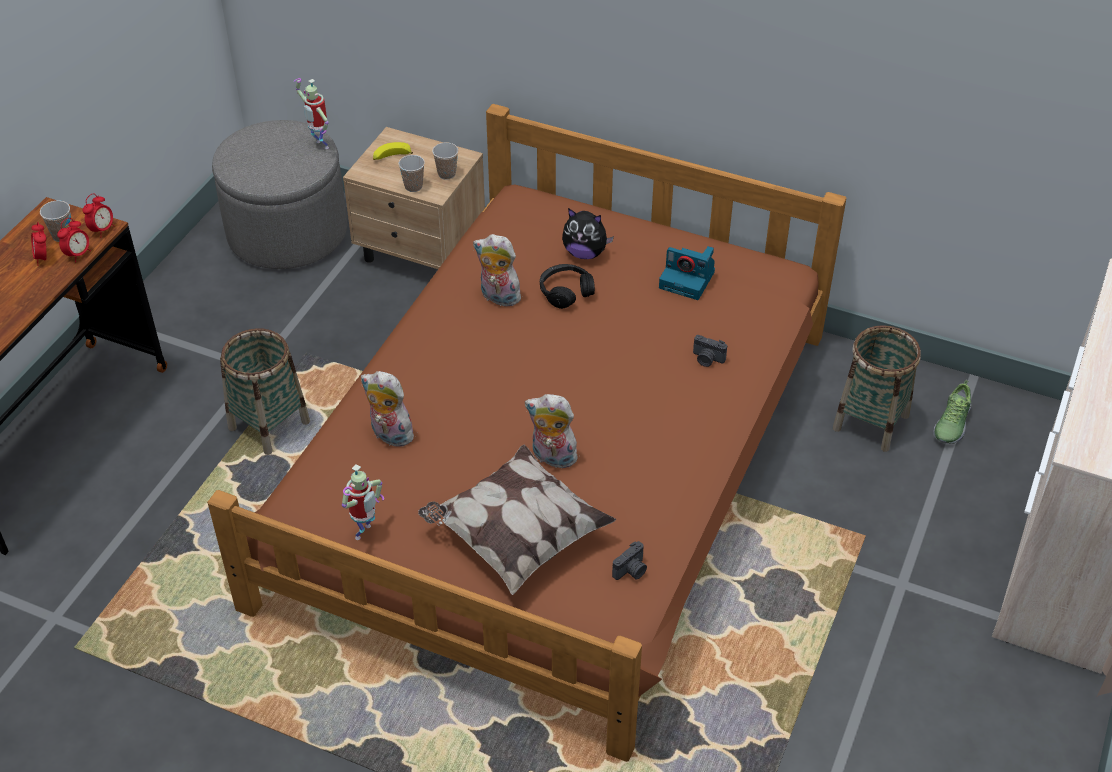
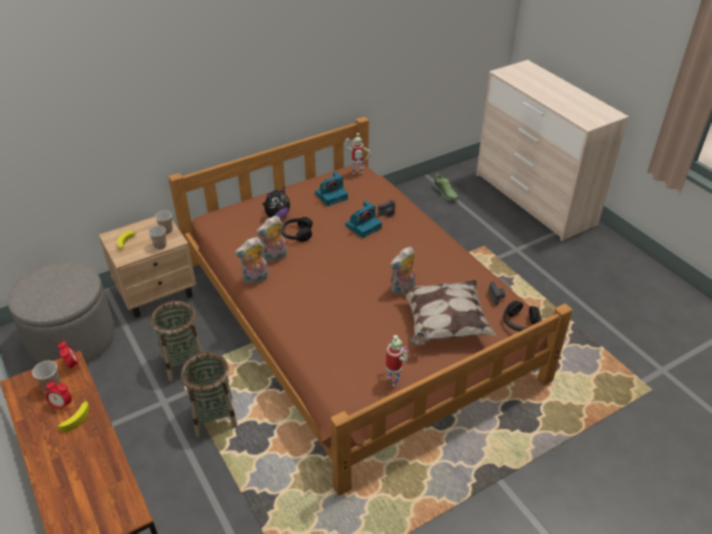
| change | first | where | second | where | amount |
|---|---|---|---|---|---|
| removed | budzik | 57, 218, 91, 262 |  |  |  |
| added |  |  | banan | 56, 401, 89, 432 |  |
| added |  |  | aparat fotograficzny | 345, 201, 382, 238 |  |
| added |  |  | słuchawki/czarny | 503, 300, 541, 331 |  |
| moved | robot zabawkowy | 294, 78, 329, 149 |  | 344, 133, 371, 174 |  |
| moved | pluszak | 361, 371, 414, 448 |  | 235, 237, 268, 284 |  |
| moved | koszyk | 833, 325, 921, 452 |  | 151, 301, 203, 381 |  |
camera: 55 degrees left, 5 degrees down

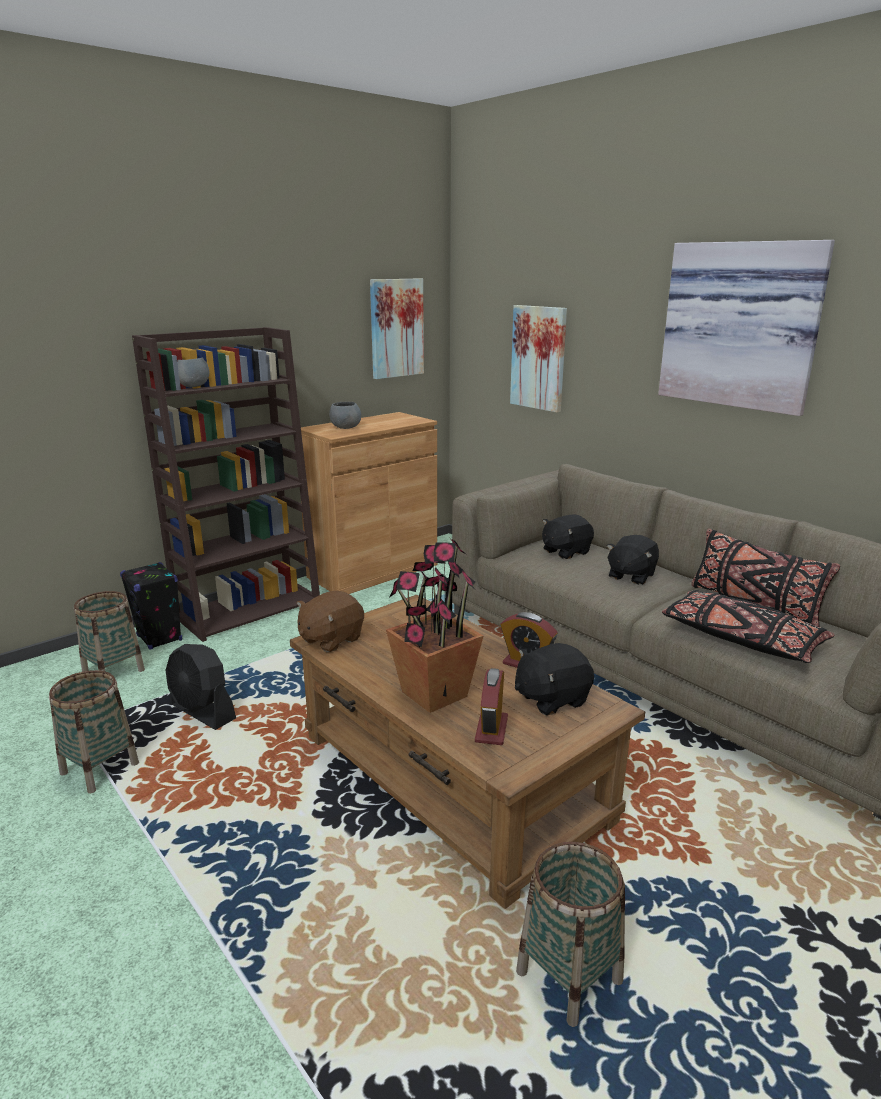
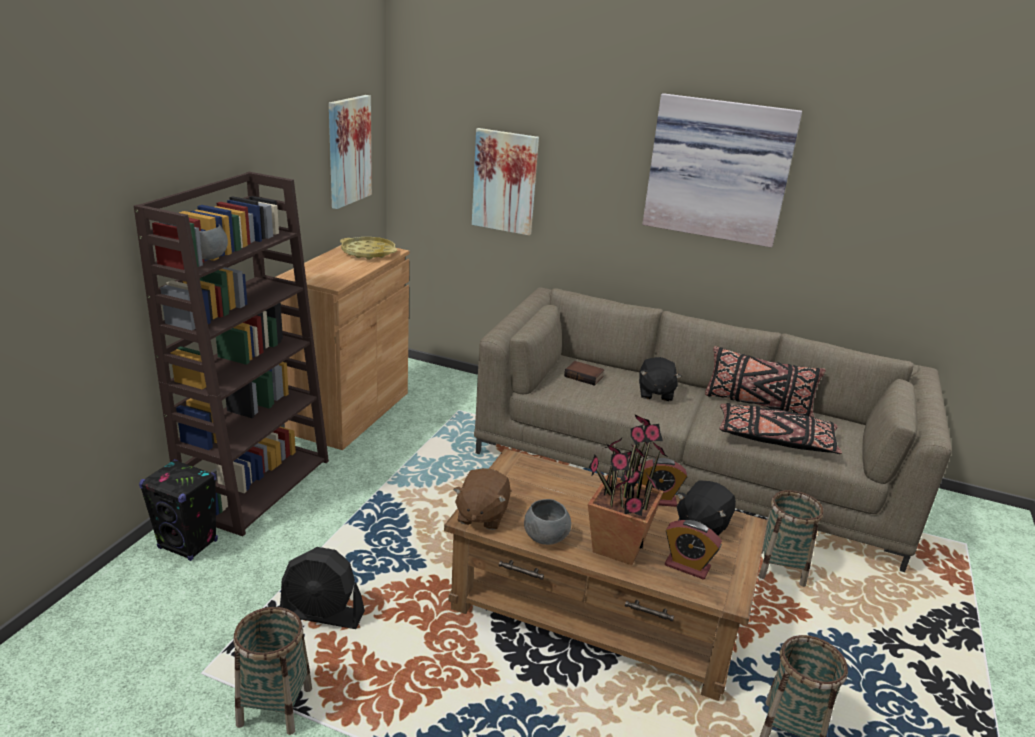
| change | first | where | second | where | amount |
|---|---|---|---|---|---|
| added |  |  | taca/żółty | 340, 237, 397, 260 |  |
| moved | koszyk | 74, 591, 145, 672 |  | 759, 490, 823, 587 |  |
| moved | miska/szary | 329, 402, 361, 429 |  | 524, 499, 571, 545 |  |
| replaced | pluszak/czarny | 542, 515, 594, 559 | książka | 564, 361, 605, 386 |  |
| turned | budzik | 475, 668, 508, 745 |  | 665, 520, 722, 580 | 45 degrees counterclockwise |
camera: 30 degrees left, 5 degrees up

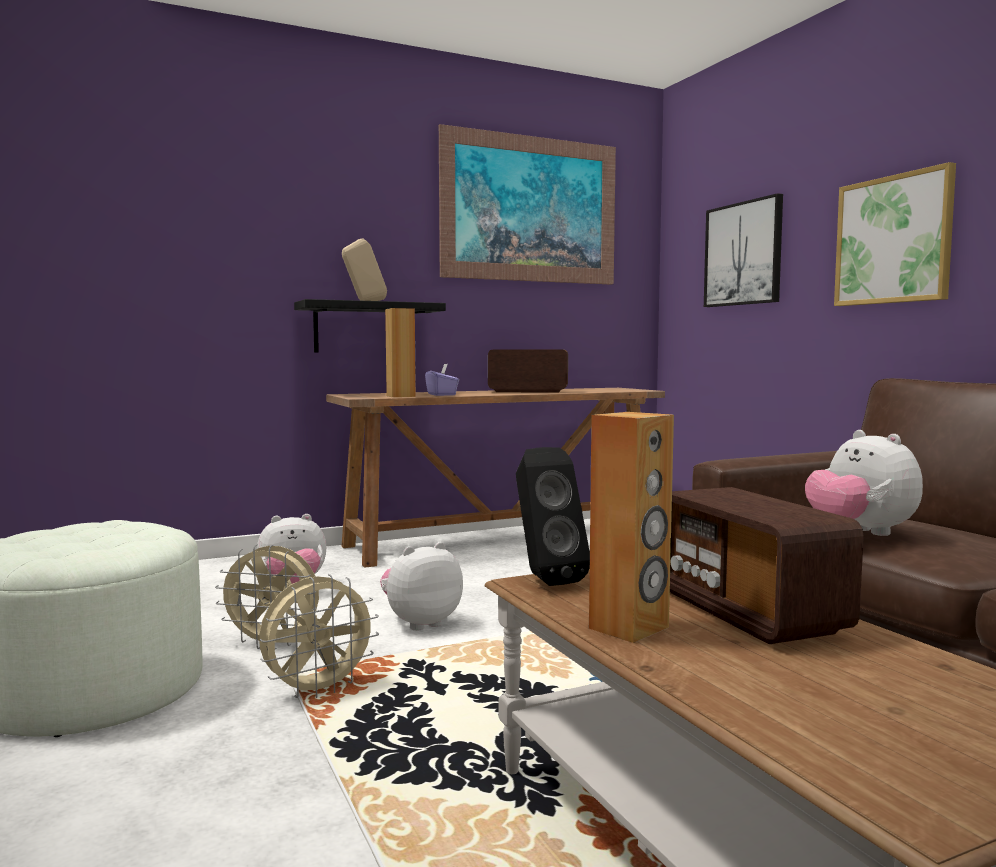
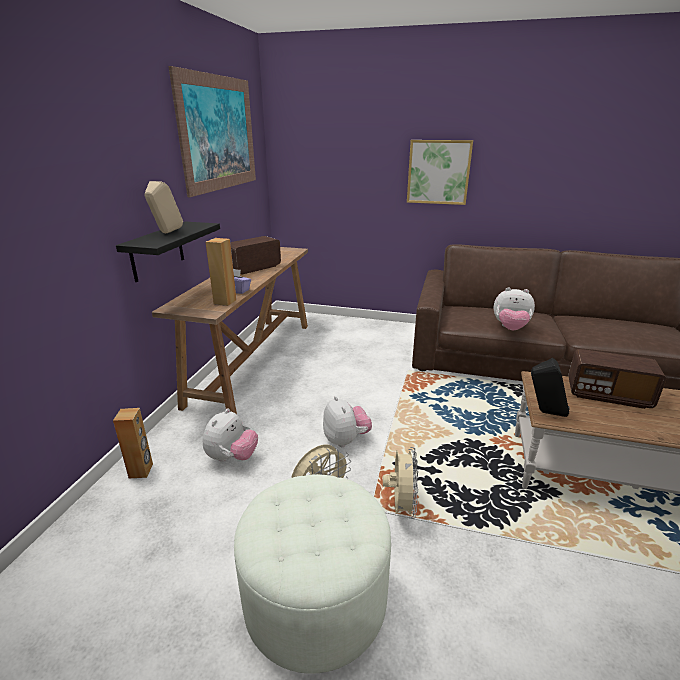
| change | first | where | second | where | amount |
|---|---|---|---|---|---|
| removed | obraz | 704, 193, 783, 307 |  |  |  |
| moved | głośnik/brązowy | 589, 412, 674, 643 |  | 113, 408, 153, 478 |  |
| turned | pluszak | 380, 542, 463, 631 |  | 323, 396, 372, 447 | 150 degrees clockwise |
camera: 50 degrees left, 20 degrees up

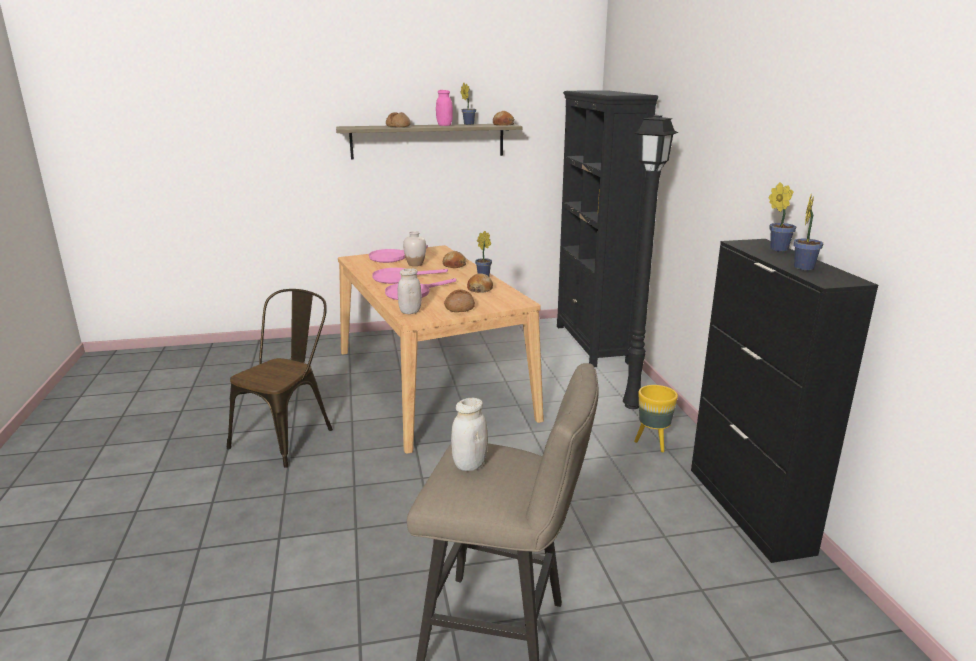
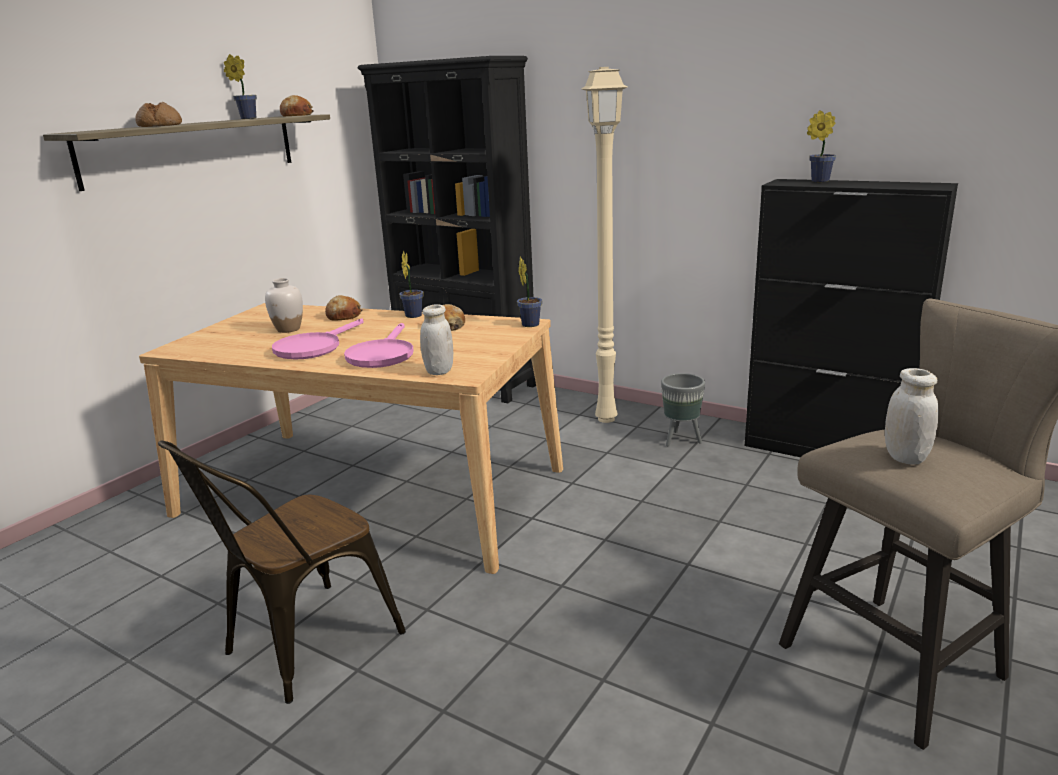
| change | first | where | second | where | amount |
|---|---|---|---|---|---|
| removed | patelnia/różowy | 369, 245, 428, 263 |  |  |  |
| removed | słoik/różowy | 436, 90, 453, 126 |  |  |  |
| removed | chleb | 444, 289, 475, 312 |  |  |  |
| moved | roślina doniczkowa | 794, 194, 823, 270 |  | 517, 256, 542, 327 |  |
| recoloured | lampa stojąca/czarny | 623, 115, 678, 409 | lampa stojąca/beżowy | 581, 67, 627, 423 |  |
| recoloured | donica/żółty | 634, 385, 678, 452 | donica/szary | 661, 373, 705, 446 |  |
| turned | krzesło/brązowy | 227, 289, 333, 468 |  | 158, 441, 406, 704 | 120 degrees counterclockwise |
camera: 45 degrees left, 0 degrees up

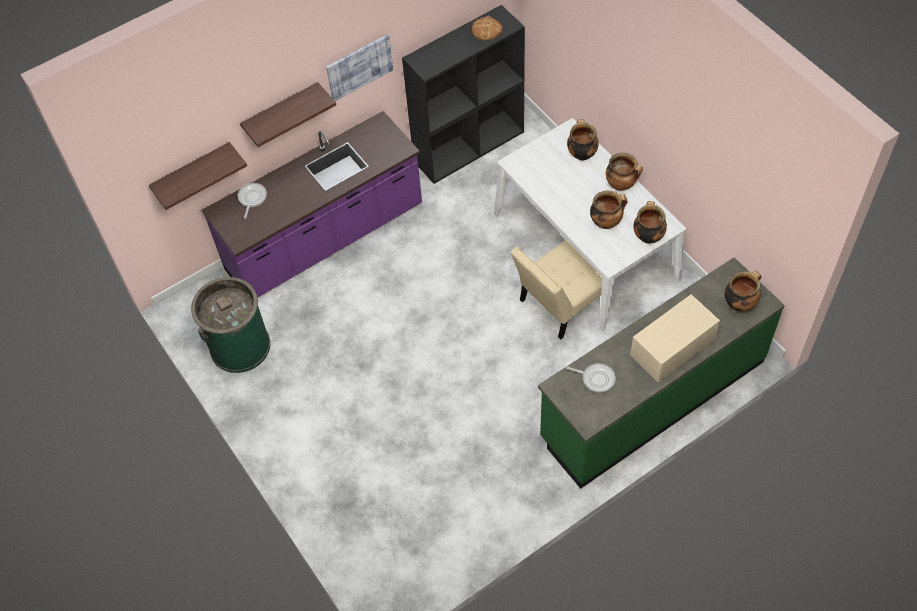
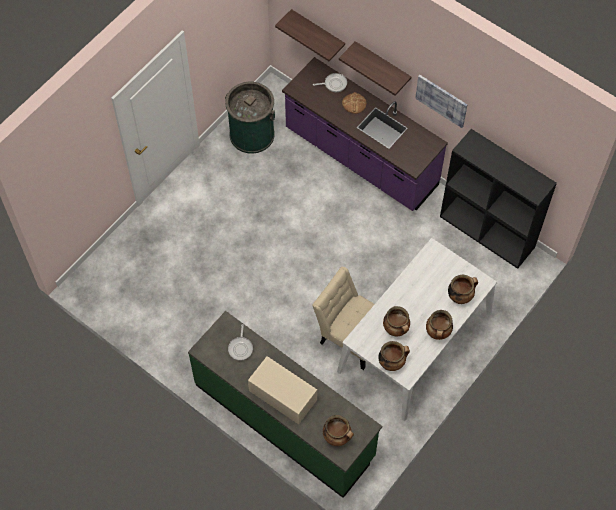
| change | first | where | second | where | amount |
|---|---|---|---|---|---|
| moved | chleb | 472, 16, 503, 40 |  | 342, 92, 366, 114 |  |
camera: 70 degrees right, 5 degrees up

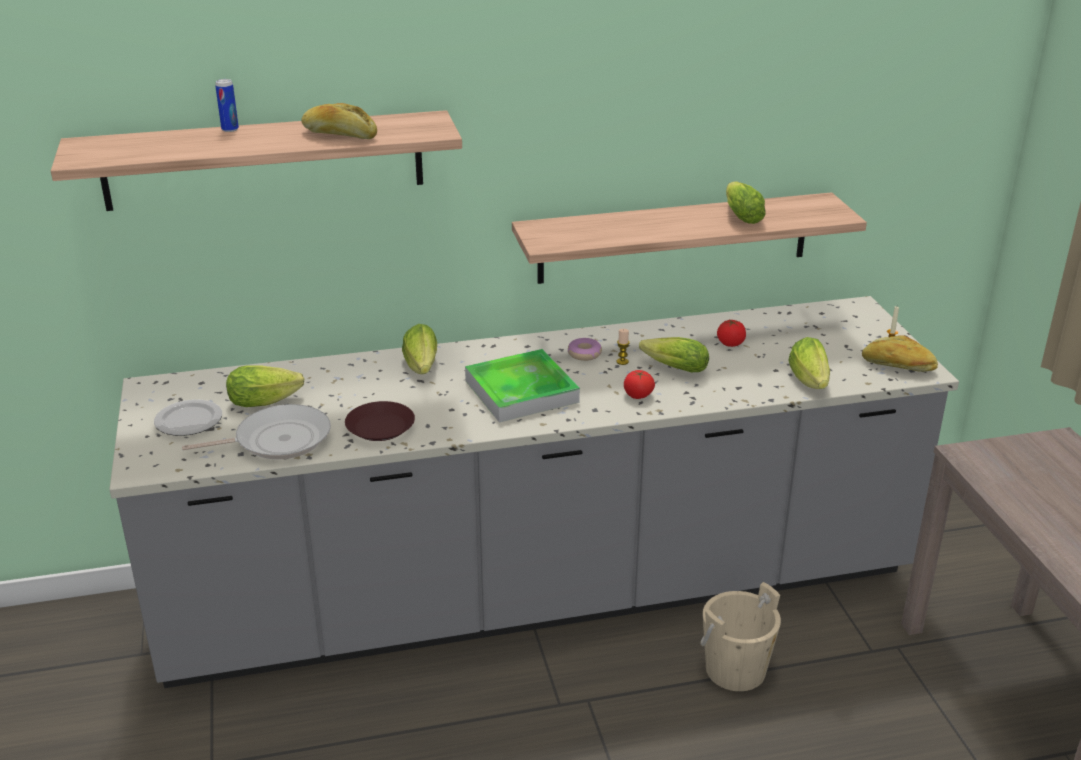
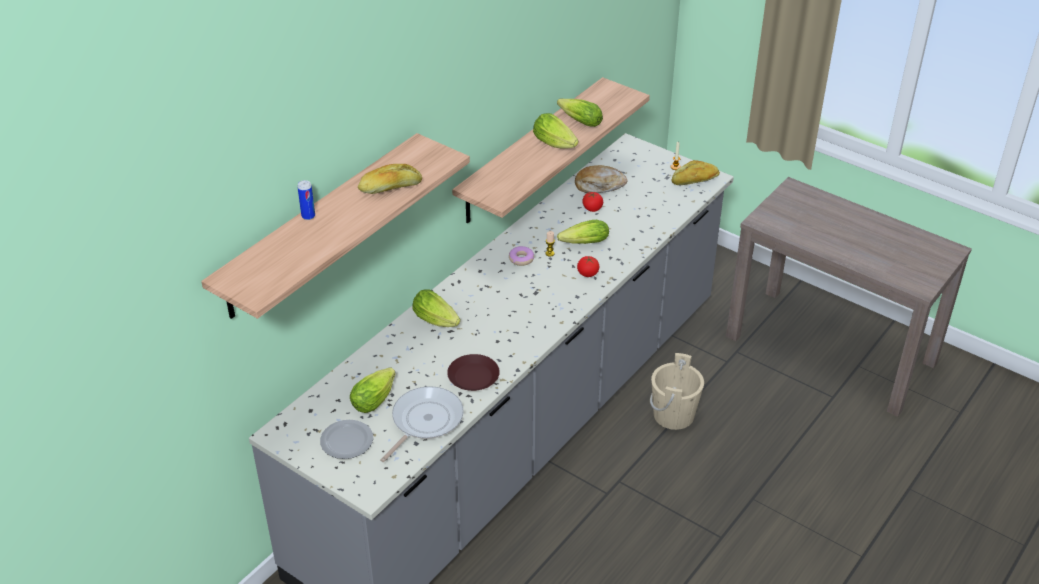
| change | first | where | second | where | amount |
|---|---|---|---|---|---|
| removed | taca | 465, 349, 580, 422 |  |  |  |
| added |  |  | chleb | 575, 165, 627, 193 |  |
| moved | sałata | 788, 337, 830, 389 |  | 533, 113, 578, 149 |  |
camera: 40 degrees left, 10 degrees up

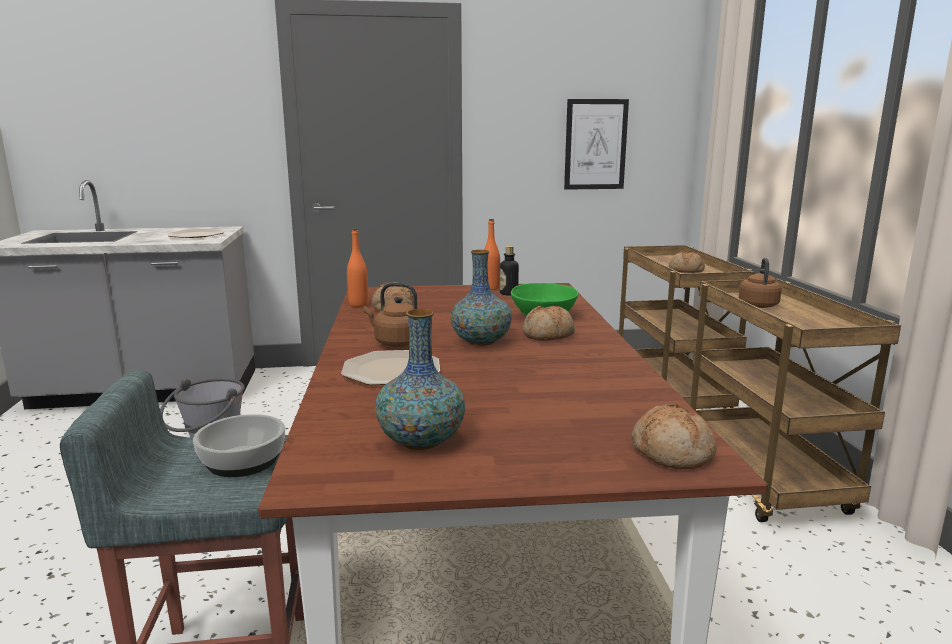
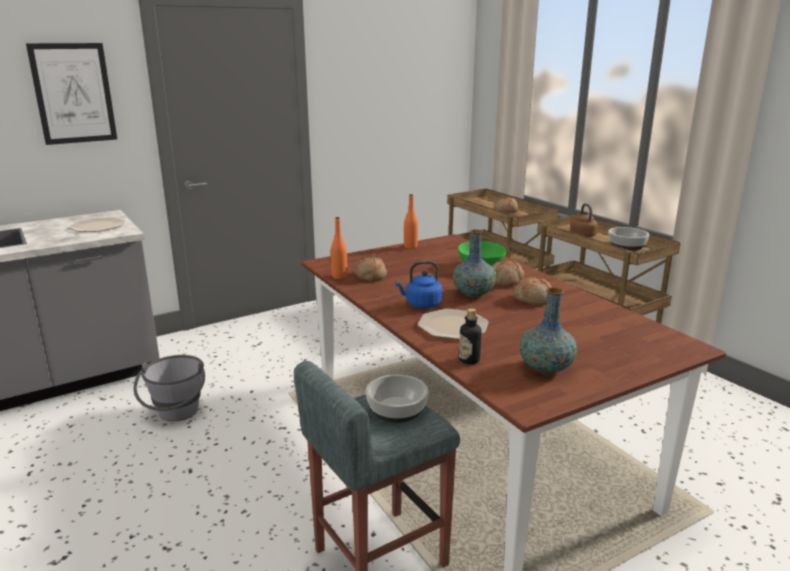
| change | first | where | second | where | amount |
|---|---|---|---|---|---|
| added |  |  | miska | 608, 227, 649, 251 |  |
| moved | butelka | 500, 246, 519, 295 |  | 459, 308, 482, 364 |  |
| moved | obraz | 564, 99, 629, 190 |  | 26, 43, 117, 145 |  |
| moved | chleb | 632, 404, 716, 470 |  | 513, 276, 551, 305 |  |
| recoloured | czajnik/brązowy | 364, 283, 417, 347 | czajnik/niebieski | 395, 261, 443, 308 |  |
camera: 25 degrees left, 5 degrees up

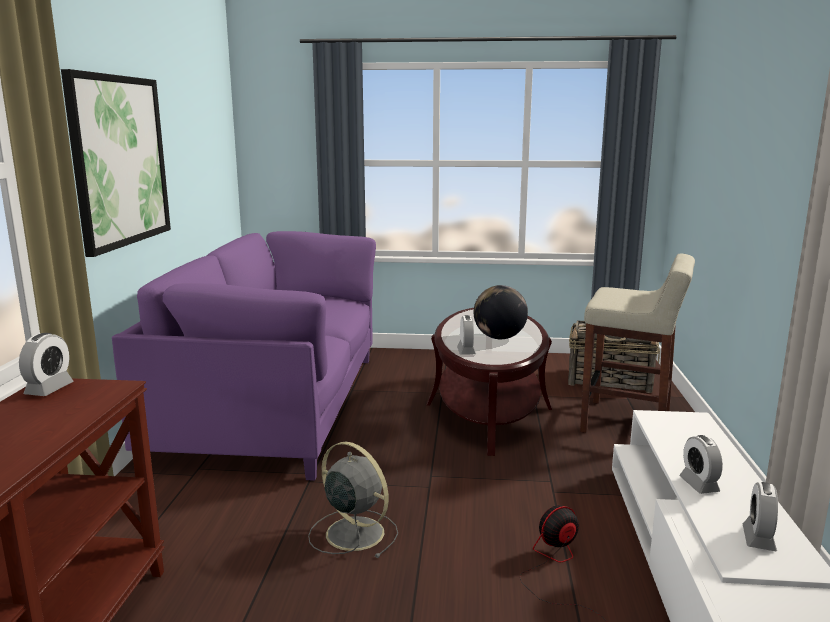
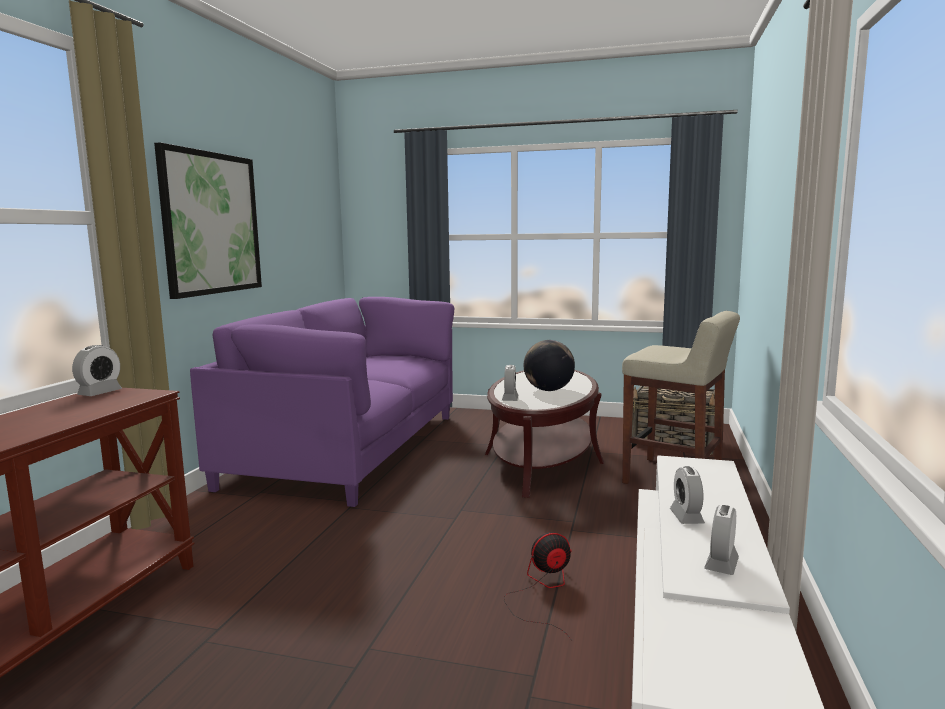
| change | first | where | second | where | amount |
|---|---|---|---|---|---|
| removed | wentylator/szary | 308, 442, 398, 558 |  |  |  |
camera: 10 degrees right, 5 degrees down

